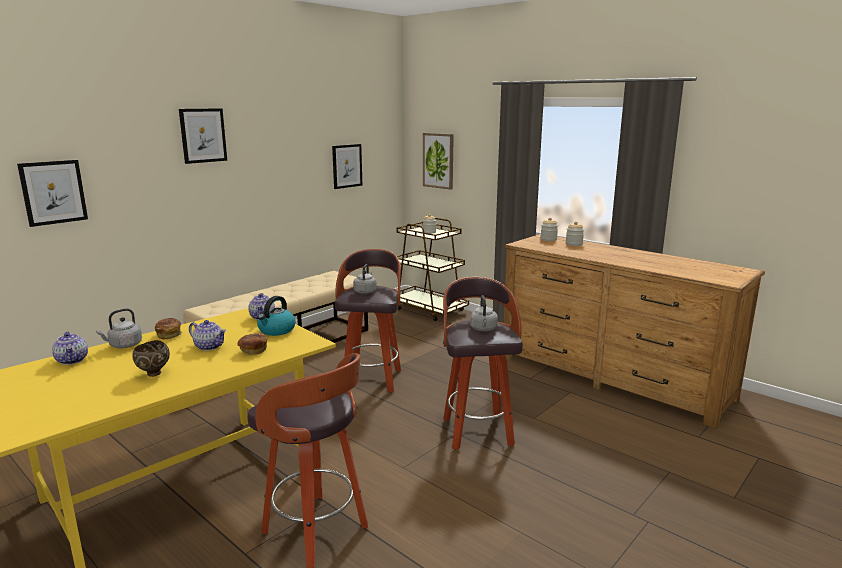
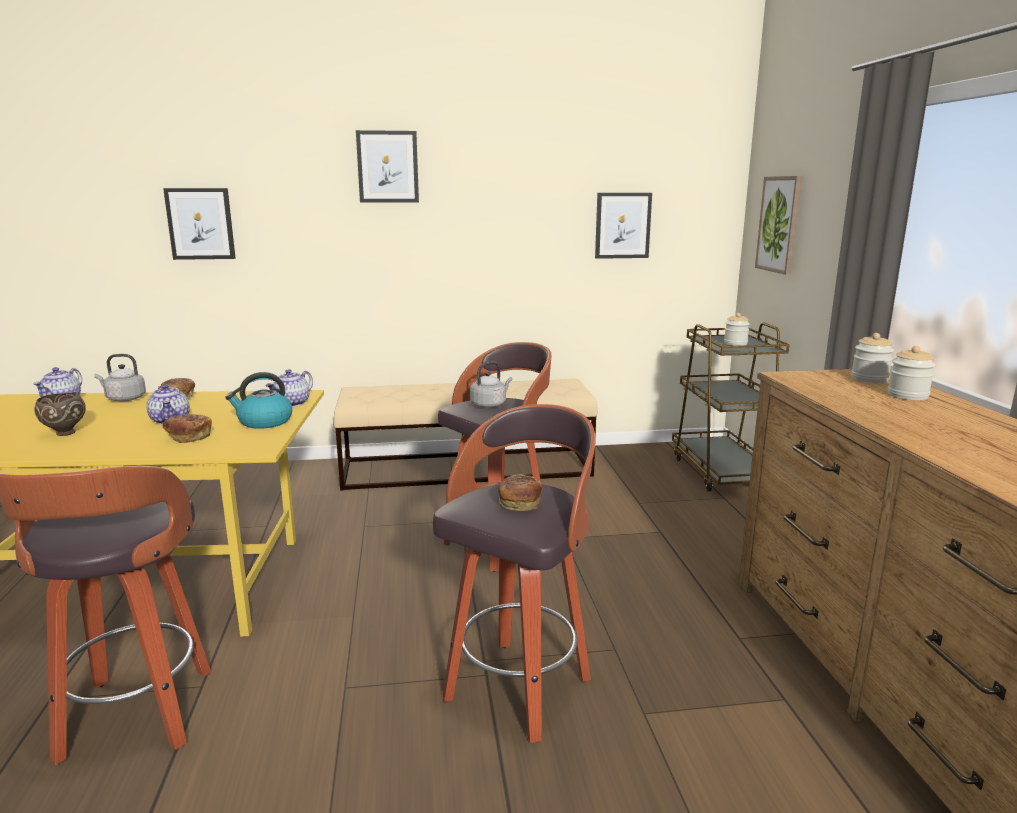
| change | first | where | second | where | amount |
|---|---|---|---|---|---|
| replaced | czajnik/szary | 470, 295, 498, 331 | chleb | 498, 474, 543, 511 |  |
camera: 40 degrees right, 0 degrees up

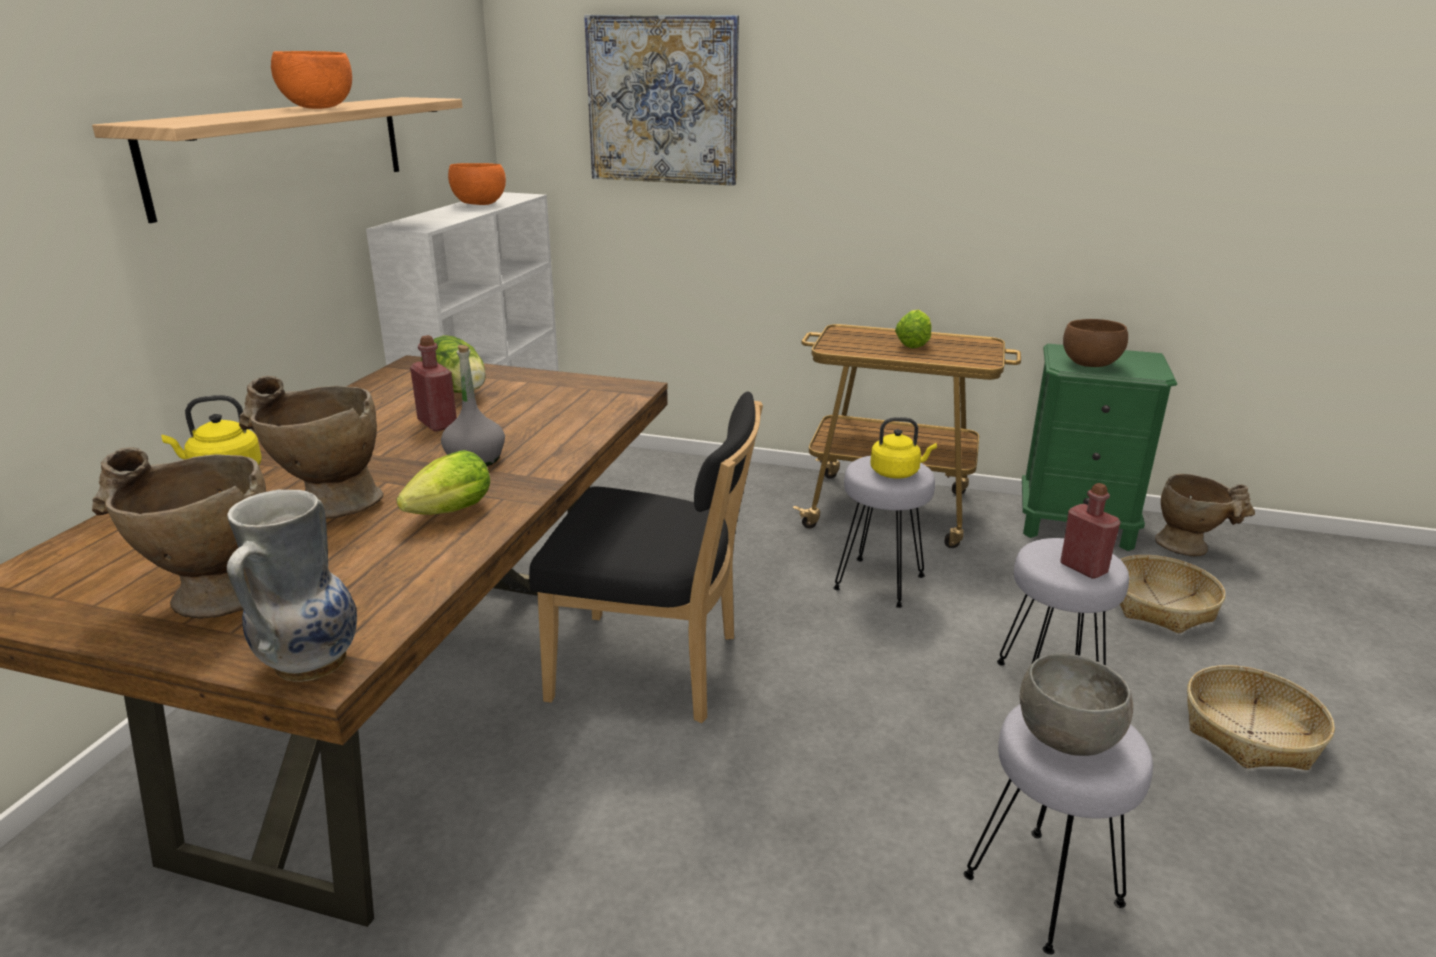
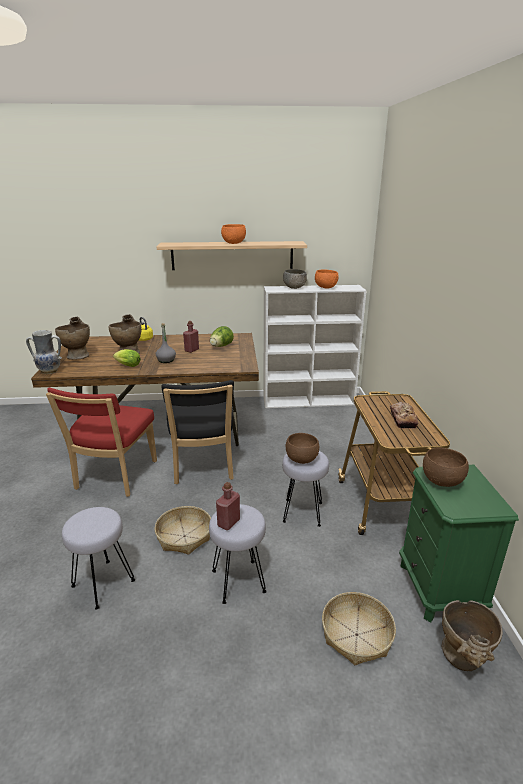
| change | first | where | second | where | amount |
|---|---|---|---|---|---|
| removed | obraz | 584, 15, 739, 186 |  |  |  |
| added |  |  | krzesło/czerwony | 46, 388, 157, 497 |  |
| moved | miska/szary | 1020, 654, 1133, 756 |  | 283, 269, 307, 289 |  |
| moved | koszyk | 1187, 665, 1335, 770 |  | 155, 506, 211, 554 |  |
| replaced | czajnik/żółty | 871, 417, 937, 479 | miska/brązowy | 286, 433, 319, 464 |  |
| replaced | sałata | 895, 310, 932, 348 | chleb | 390, 402, 418, 429 |  |
camera: 70 degrees right, 0 degrees up

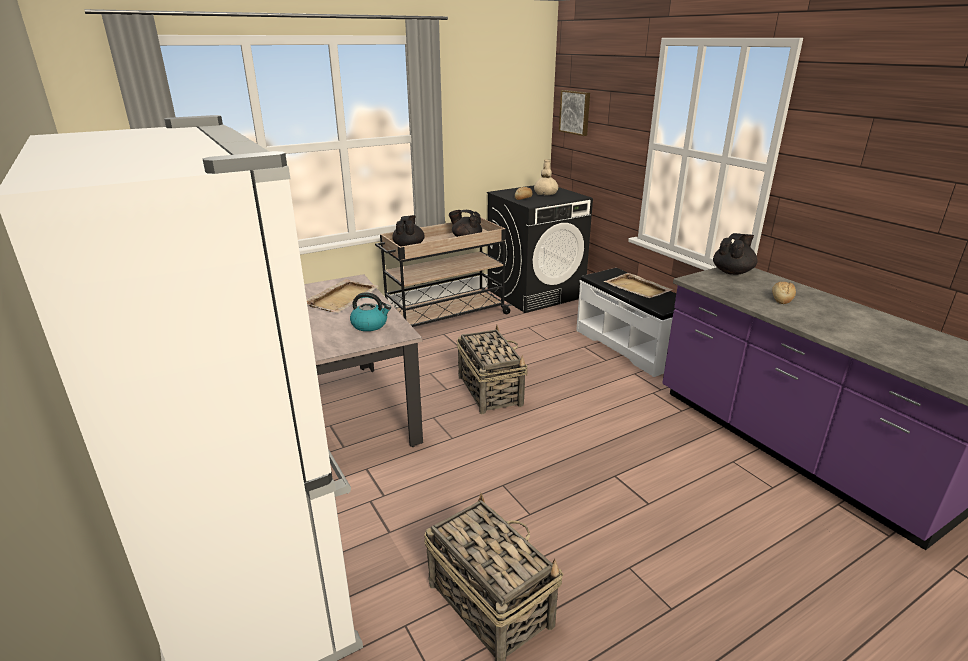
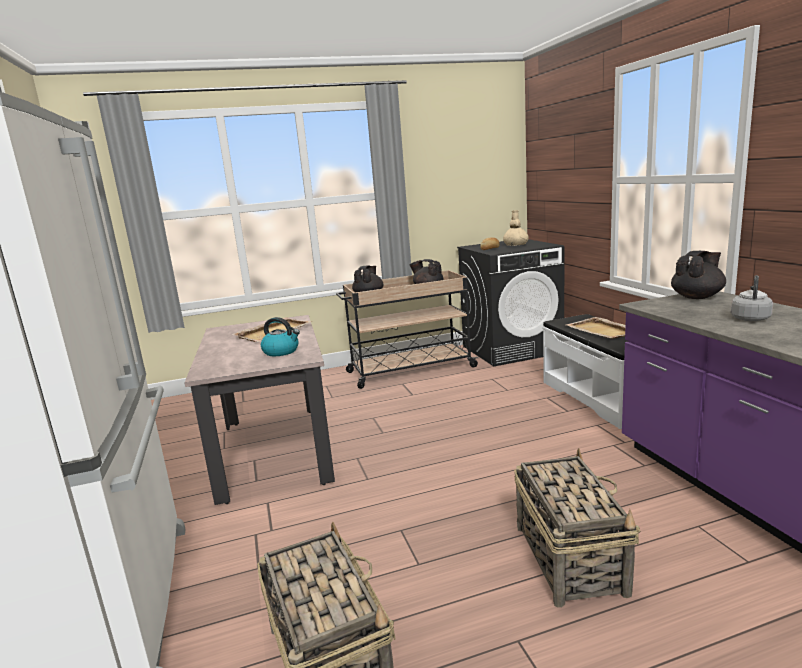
| change | first | where | second | where | amount |
|---|---|---|---|---|---|
| removed | obraz | 559, 90, 590, 136 |  |  |  |
| moved | koszyk | 457, 325, 528, 414 |  | 514, 448, 640, 608 |  |
| replaced | chleb | 772, 282, 796, 304 | czajnik/szary | 731, 275, 773, 321 |  |
camera: 15 degrees right, 10 degrees down

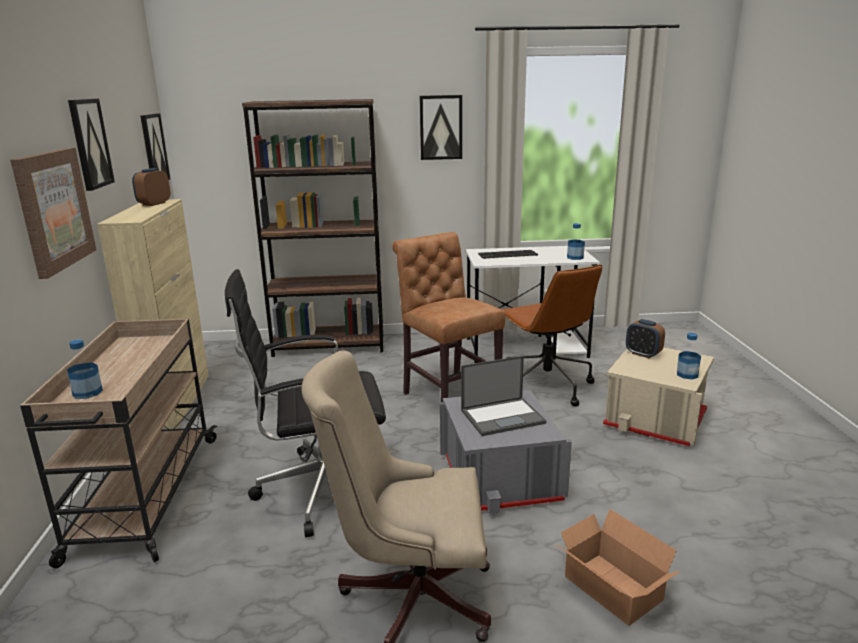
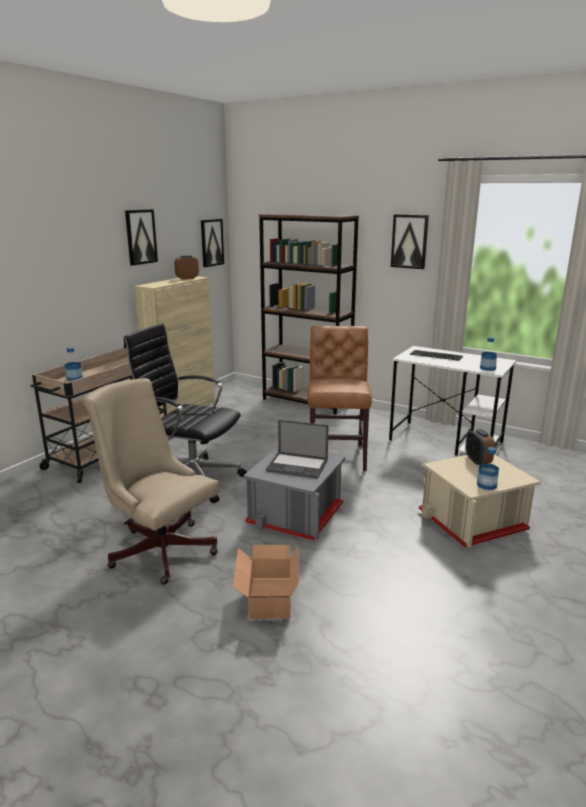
| change | first | where | second | where | amount |
|---|---|---|---|---|---|
| removed | obraz | 10, 148, 96, 279 |  |  |  |
| removed | krzesło biurowe/brązowy | 501, 264, 602, 407 |  |  |  |
camera: 35 degrees right, 0 degrees up

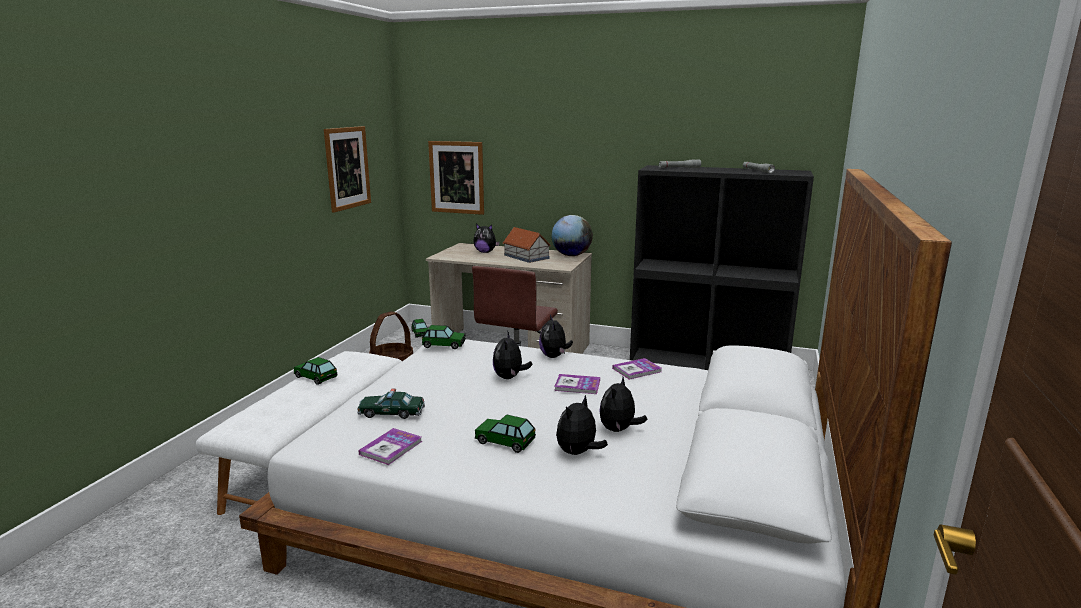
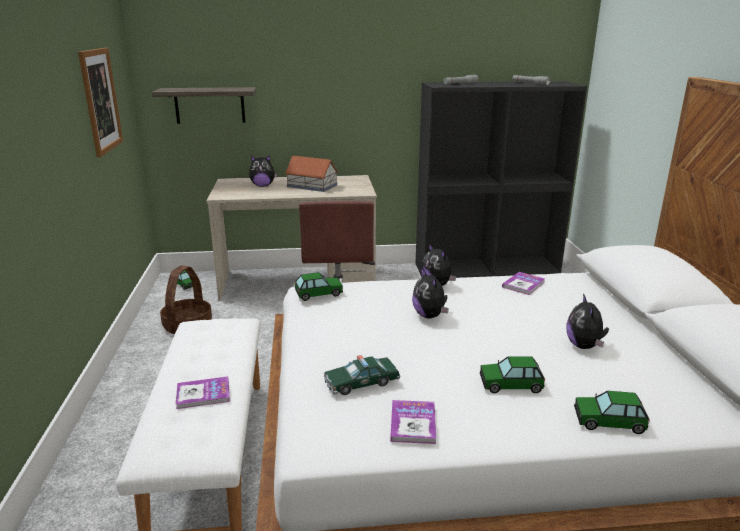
| change | first | where | second | where | amount |
|---|---|---|---|---|---|
| removed | globus | 551, 215, 593, 256 |  |  |  |
| removed | pluszak | 556, 395, 608, 455 |  |  |  |
| moved | samochodzik | 294, 357, 337, 385 |  | 574, 391, 650, 434 |  |
| moved | książka | 554, 374, 600, 394 |  | 175, 376, 230, 409 |  |
| replaced | obraz | 428, 141, 484, 215 | półka | 152, 87, 256, 124 |  |
camera: 25 degrees left, 5 degrees up

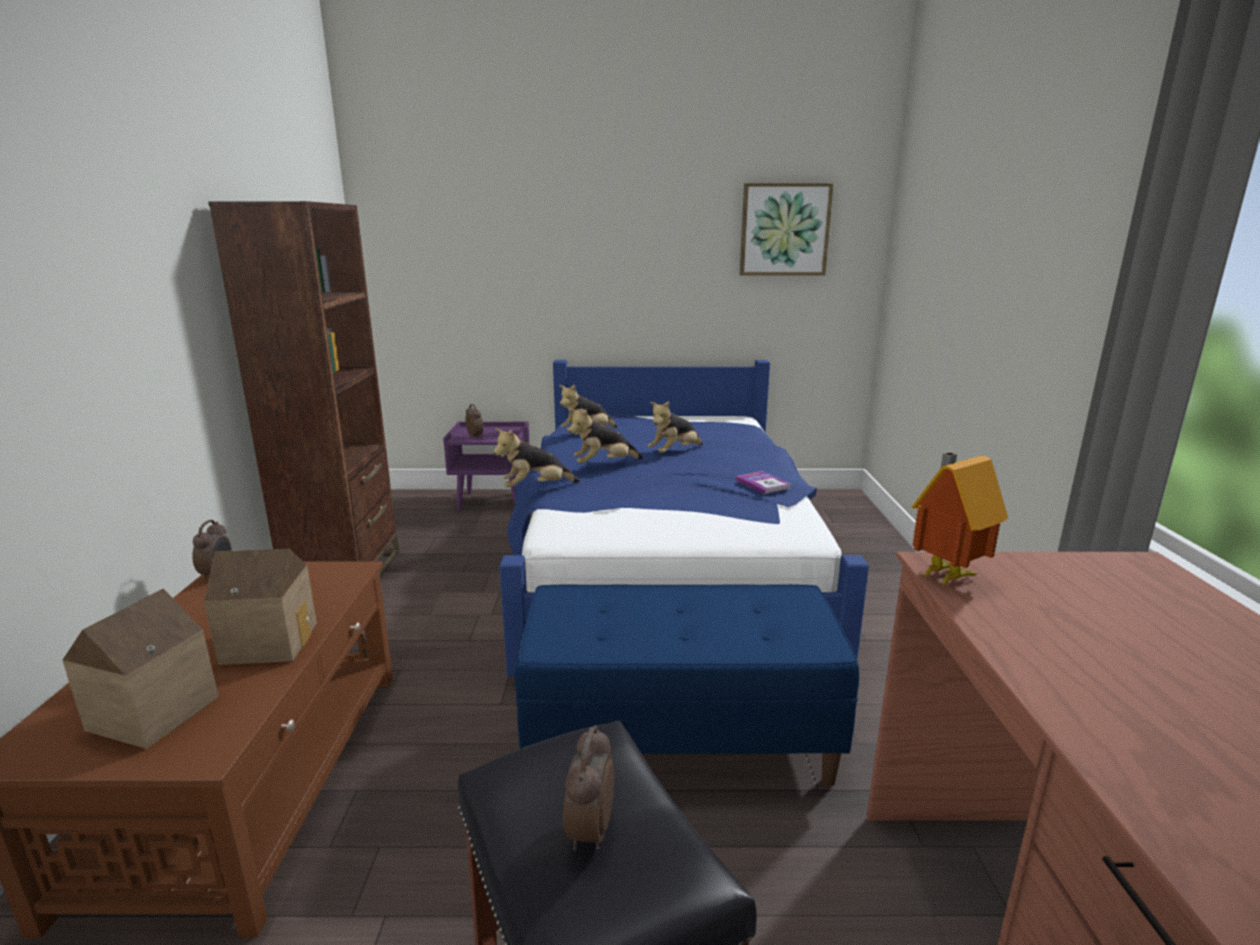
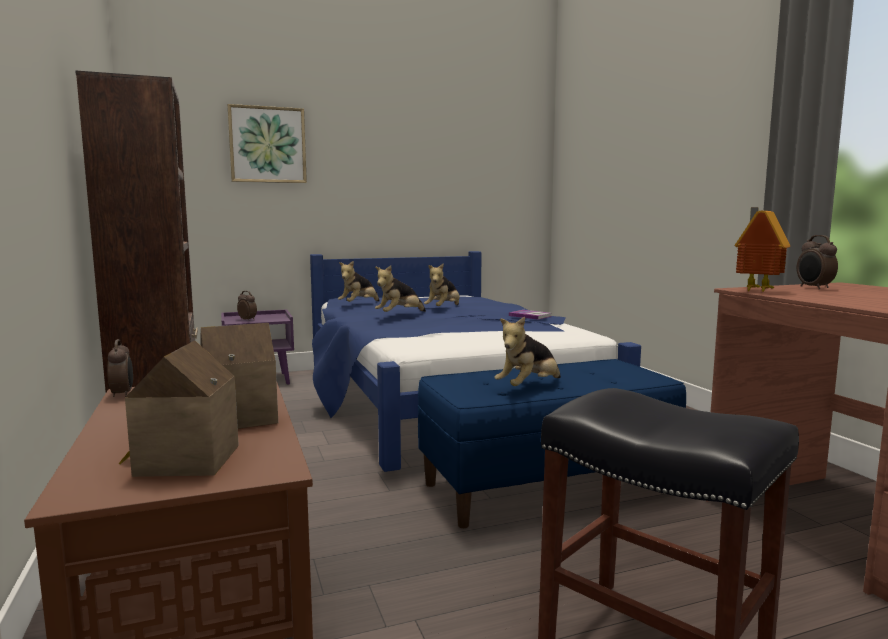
| change | first | where | second | where | amount |
|---|---|---|---|---|---|
| moved | pluszak | 493, 428, 580, 488 |  | 494, 317, 561, 386 |  |
| moved | budzik | 563, 725, 614, 851 |  | 797, 235, 838, 289 |  |
| moved | obraz | 740, 183, 834, 275 |  | 227, 104, 307, 183 |  |
camera: 20 degrees left, 10 degrees down

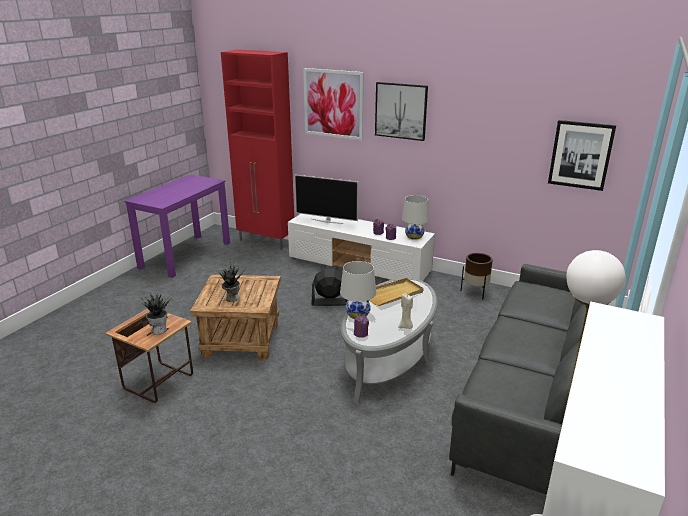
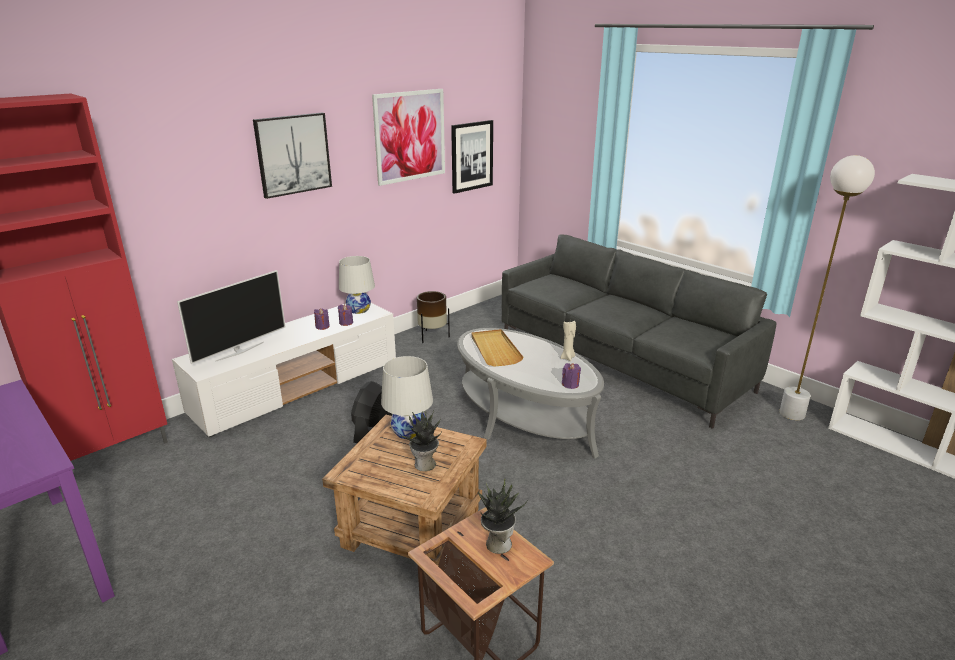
| change | first | where | second | where | amount |
|---|---|---|---|---|---|
| moved | obraz | 303, 68, 364, 140 |  | 372, 89, 445, 186 |  |
| moved | lampa stołowa/biały | 340, 261, 376, 319 |  | 381, 356, 433, 439 |  |
camera: 70 degrees left, 0 degrees up

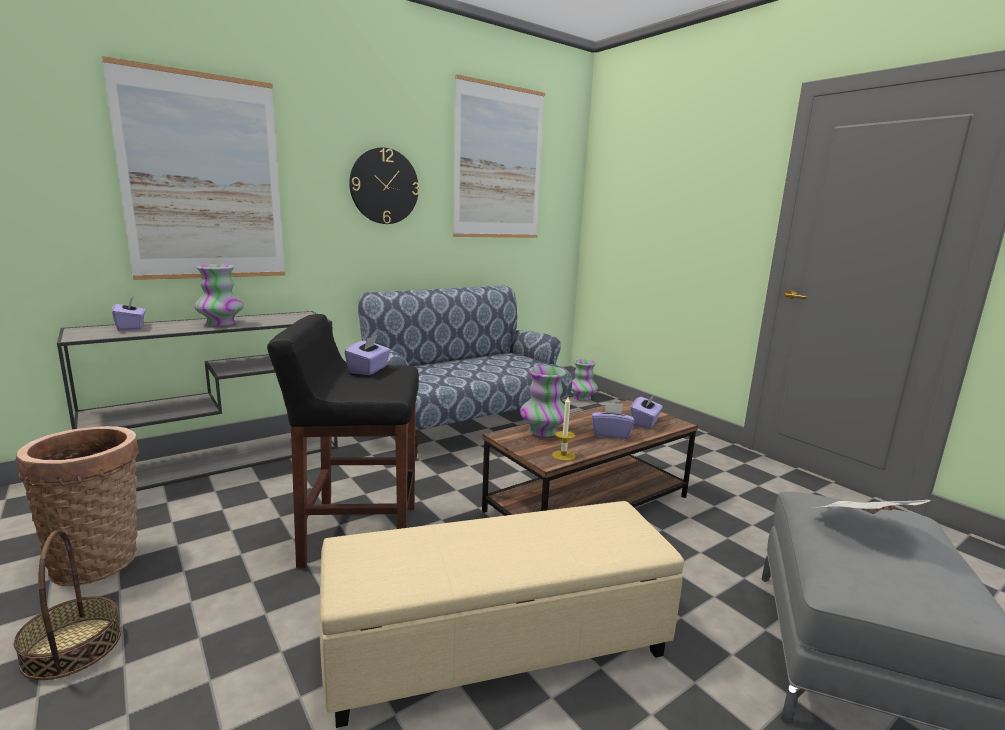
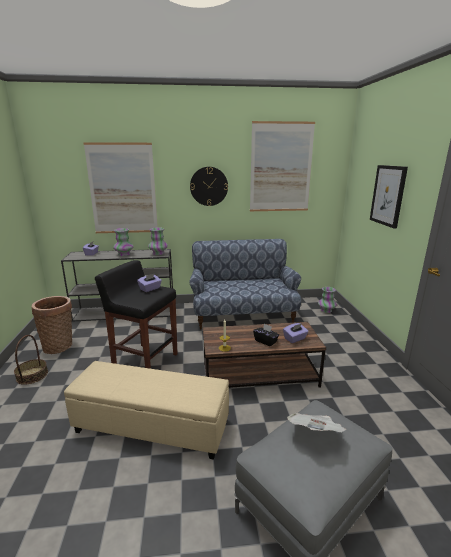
| change | first | where | second | where | amount |
|---|---|---|---|---|---|
| added |  |  | obraz | 370, 165, 408, 229 |  |
| moved | wazon | 520, 366, 570, 437 |  | 148, 227, 168, 255 |  |
| recoloured | pudełko chusteczek/fioletowy | 592, 402, 635, 439 | pudełko chusteczek/czarny | 253, 324, 279, 346 |  |
camera: 30 degrees right, 5 degrees up

